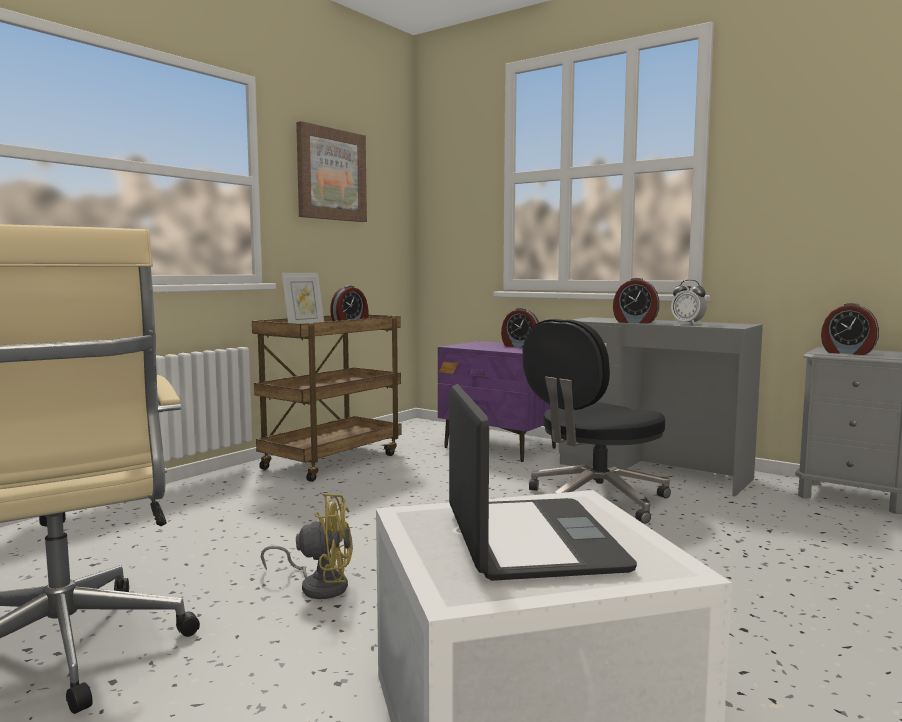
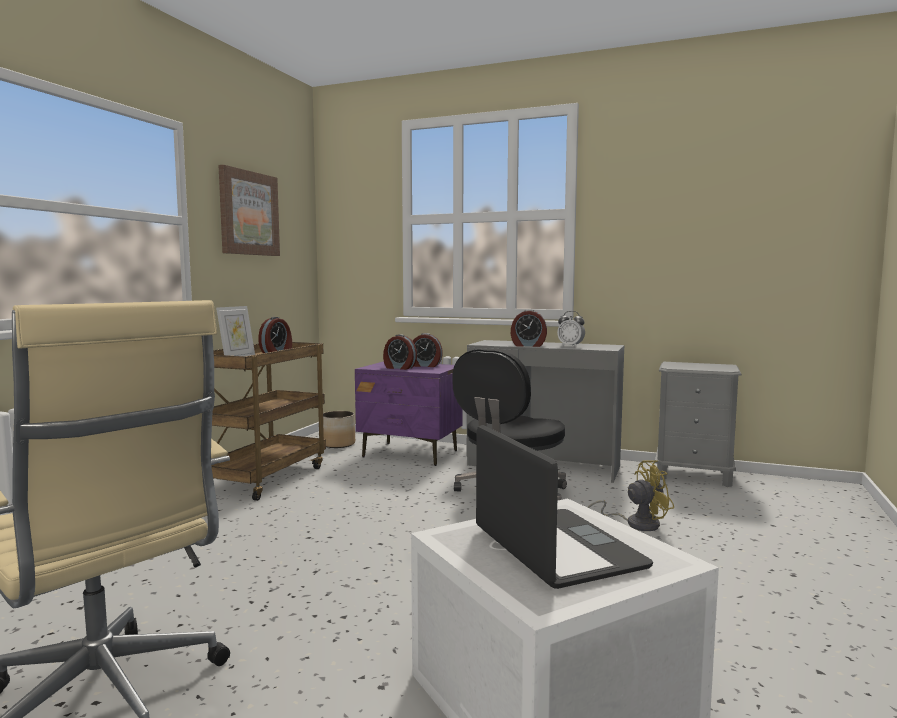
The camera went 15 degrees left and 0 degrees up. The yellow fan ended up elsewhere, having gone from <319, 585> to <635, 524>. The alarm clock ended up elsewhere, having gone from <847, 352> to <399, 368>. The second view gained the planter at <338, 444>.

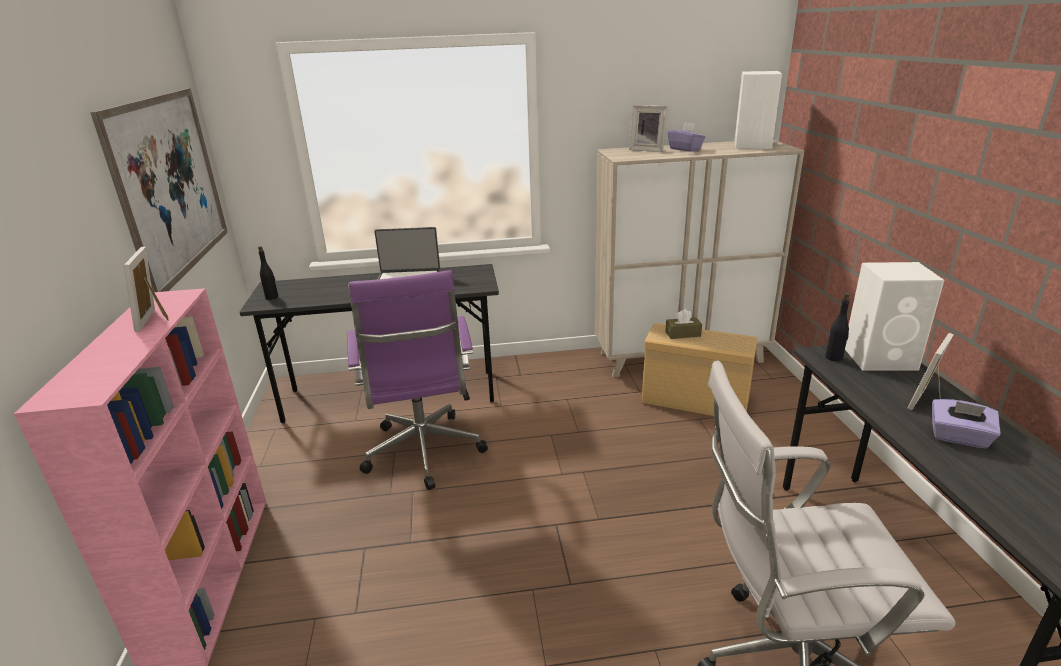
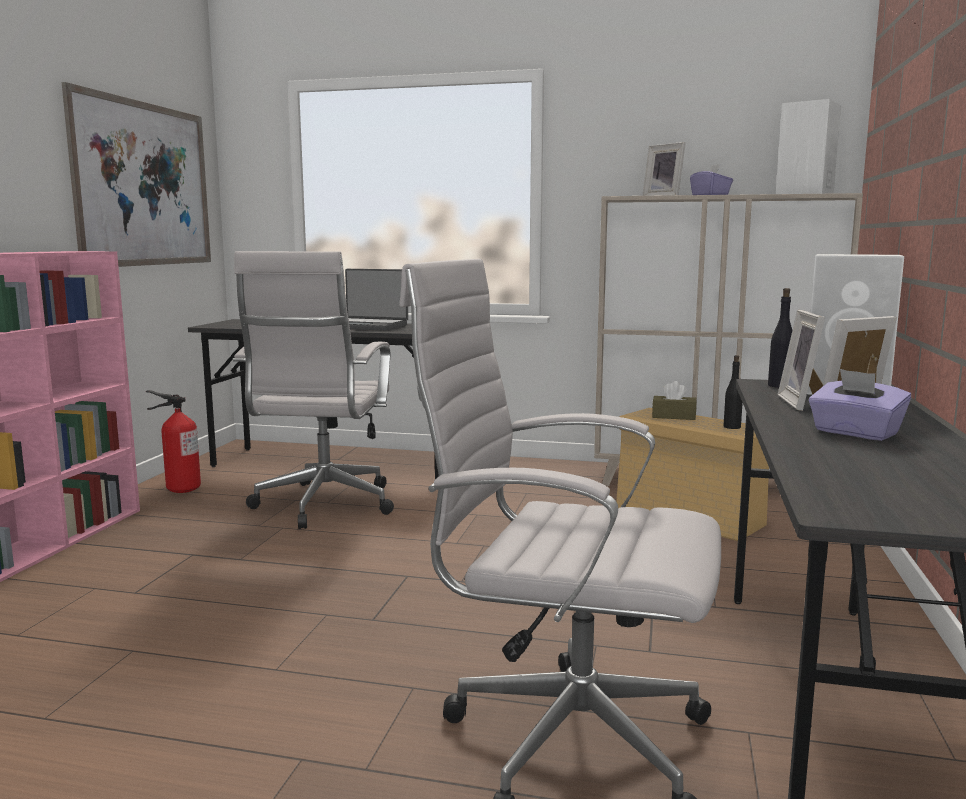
The camera went 20 degrees right and 15 degrees down. The picture frame ended up elsewhere, having gone from <156, 319> to <804, 403>. The black bottle ended up elsewhere, having gone from <272, 297> to <732, 427>. What was the purple office chair at <424, 454> turned into the white office chair at <323, 506>. The second view gained the fire extinguisher at <182, 489>.

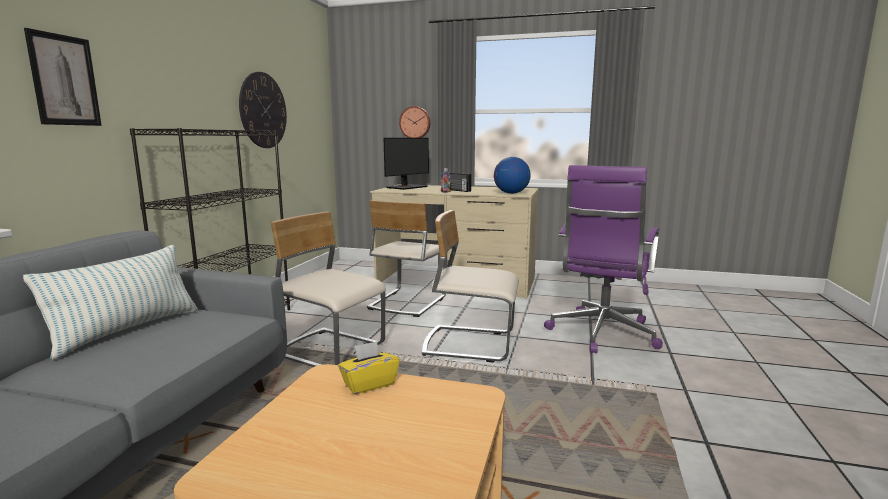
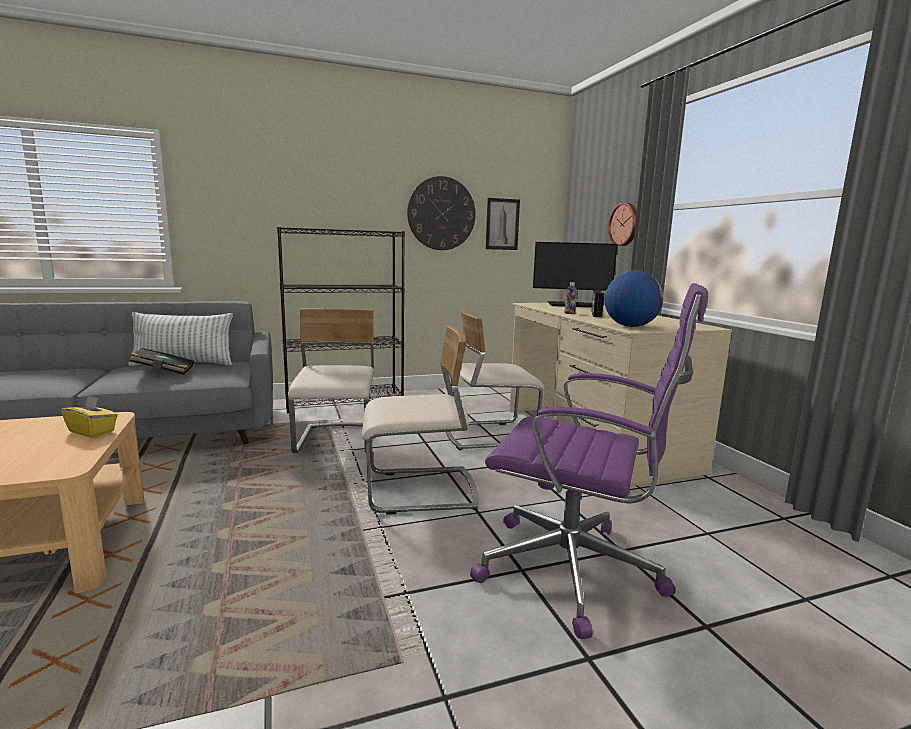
The camera went 55 degrees right and 0 degrees up. The picture ended up elsewhere, having gone from <64, 80> to <502, 224>. The beige chair at <469, 344> ended up facing another way, 105 degrees clockwise from before. The purple office chair at <601, 333> ended up facing another way, 150 degrees counterclockwise from before. The second view gained the black book at <164, 371>.

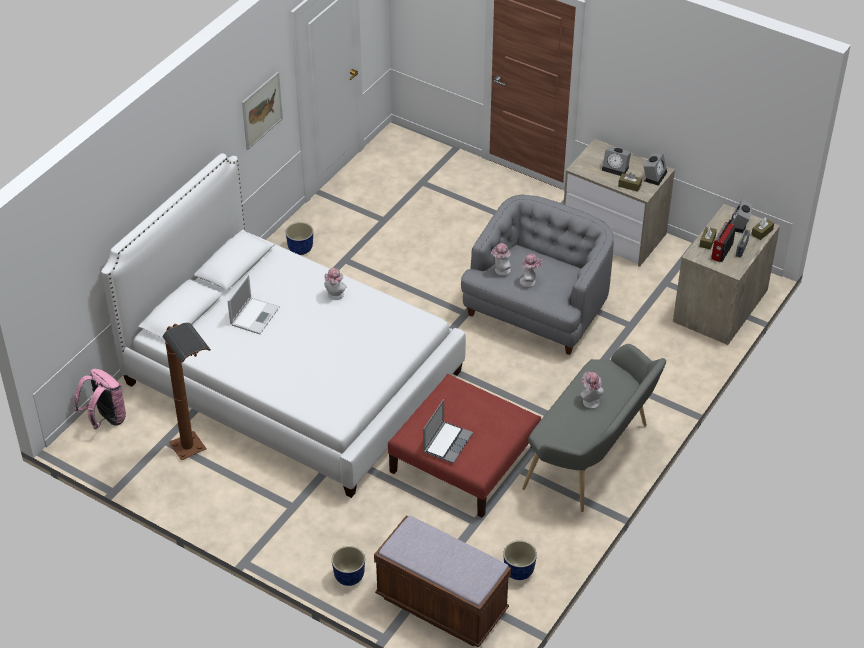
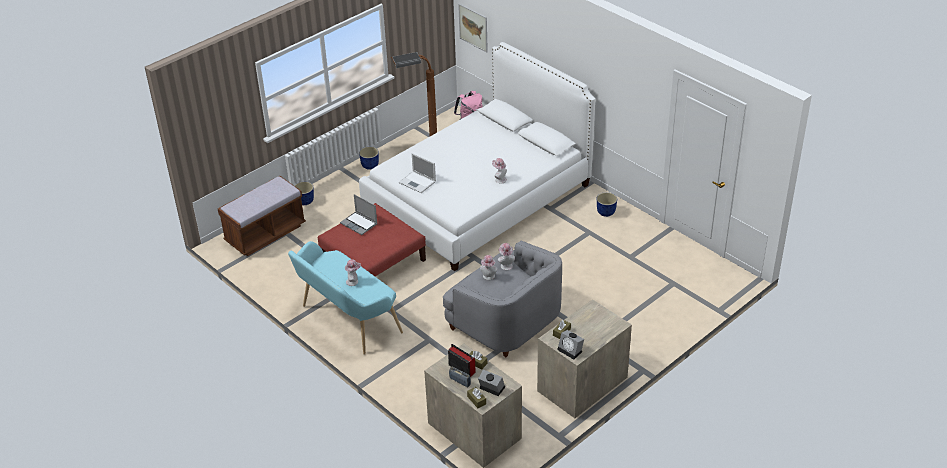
The camera went 105 degrees right and 5 degrees down. The laptop ended up elsewhere, having gone from <255, 315> to <418, 182>. The picture ended up elsewhere, having gone from <262, 110> to <473, 27>. The planter ended up elsewhere, having gone from <519, 571> to <370, 166>. What was the grey bench at <592, 458> turned into the turquoise bench at <347, 320>. The second view lost the alarm clock at <616, 168>.

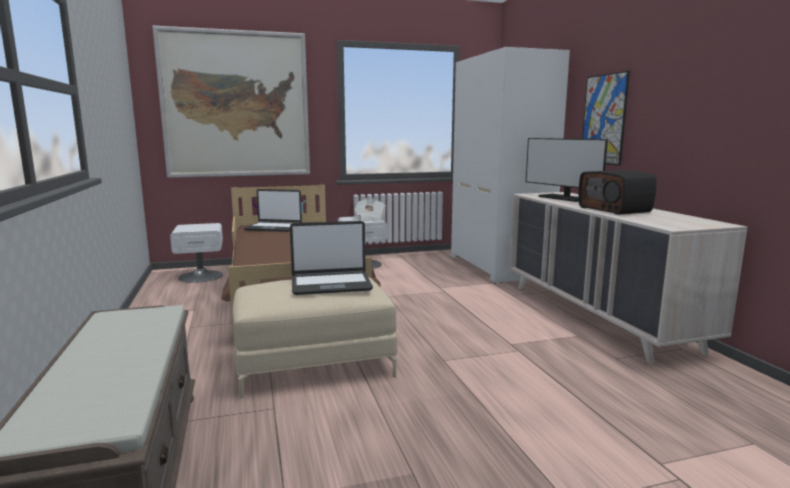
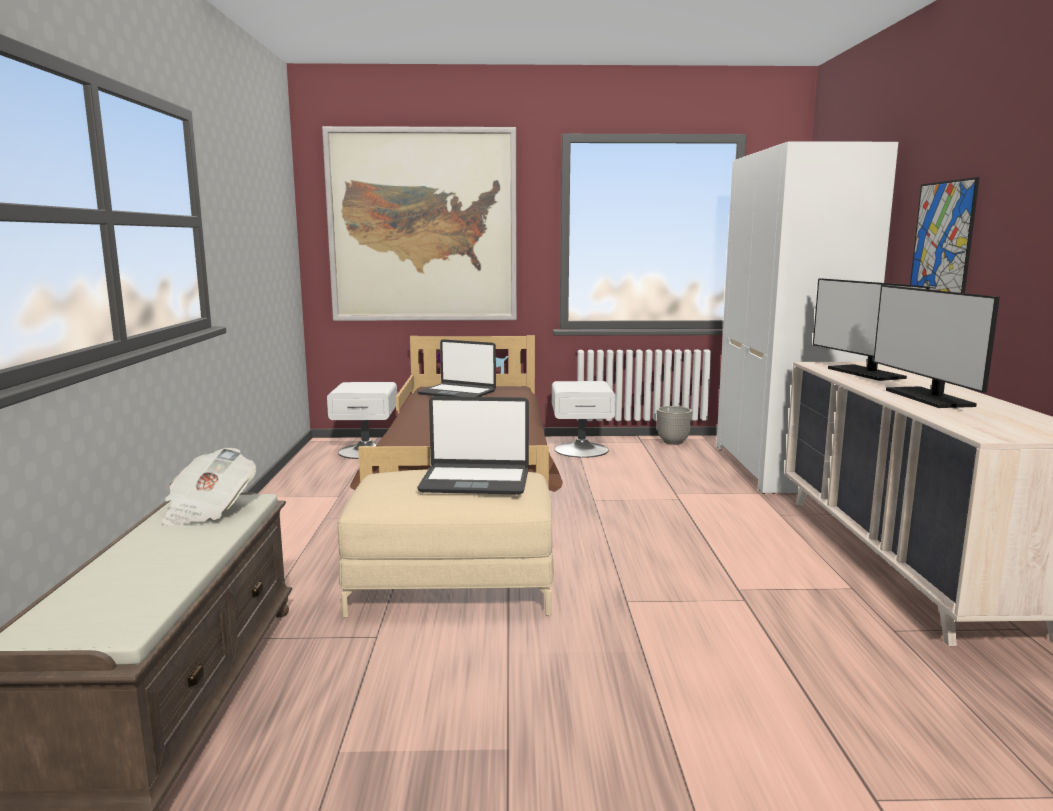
The camera went 15 degrees right and 0 degrees up. The newspaper ended up elsewhere, having gone from <369, 218> to <208, 510>. Where the radio stood at <615, 209>, the monitor came to stand at <928, 398>. The second view gained the planter at <673, 442>.

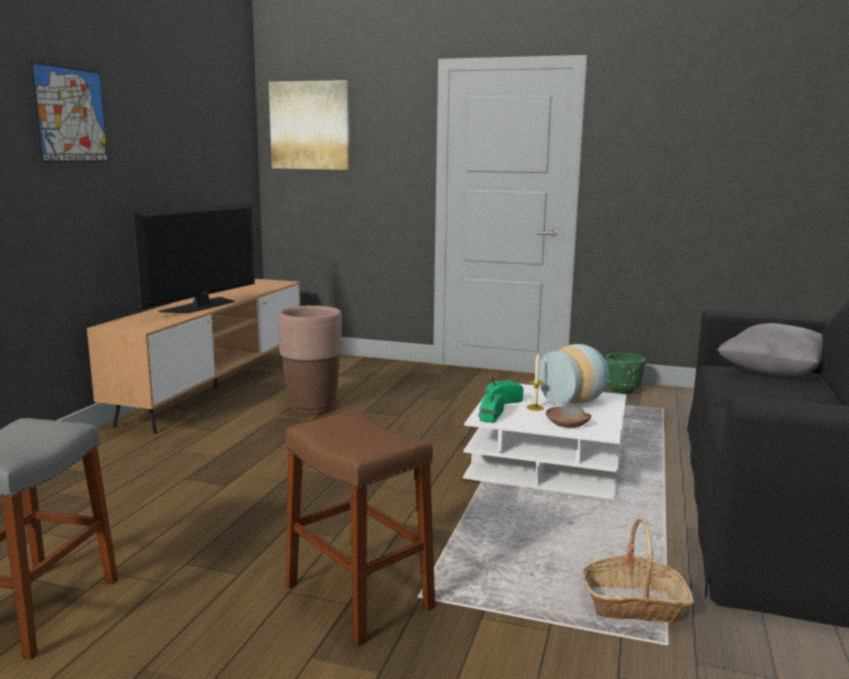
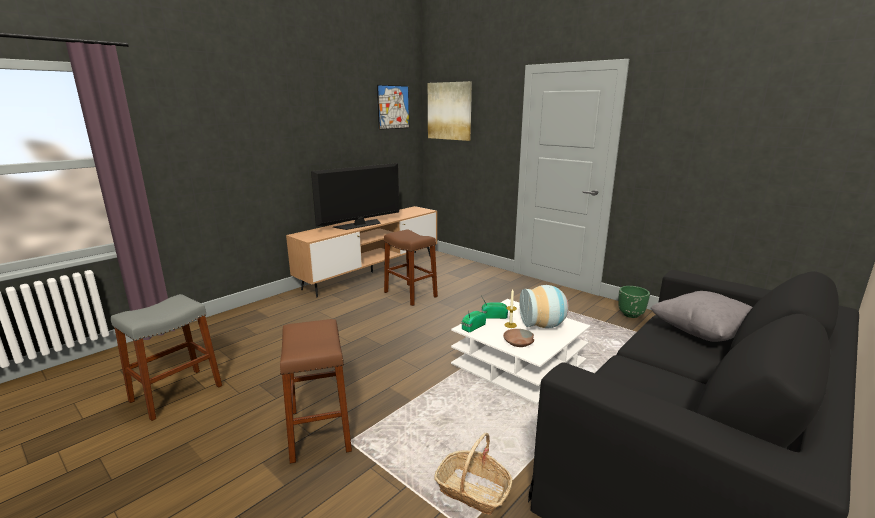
The camera went 25 degrees right and 5 degrees up. The picture ended up elsewhere, having gone from <70, 115> to <393, 107>. Where the brown planter stood at <311, 408>, the brown stool came to stand at <410, 294>.

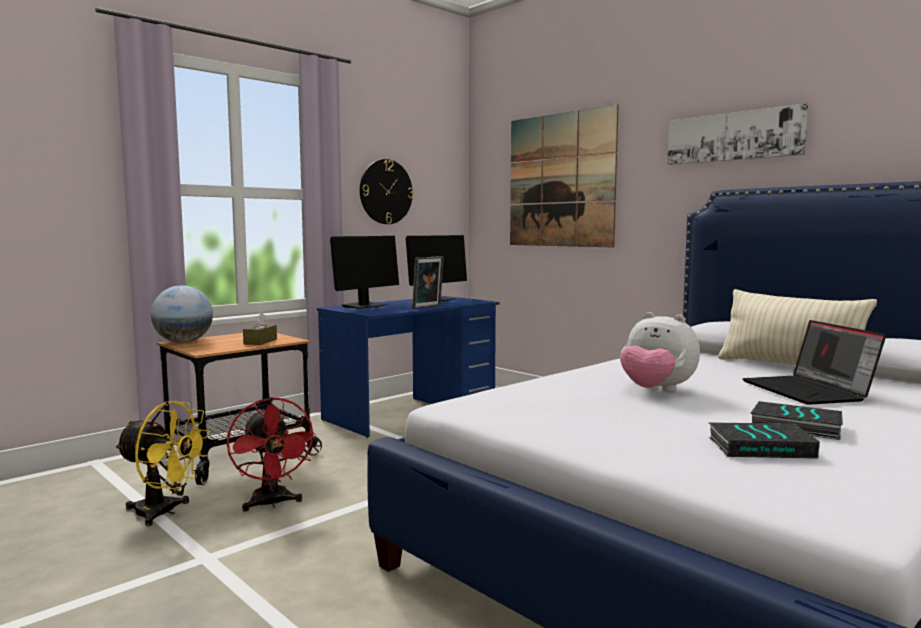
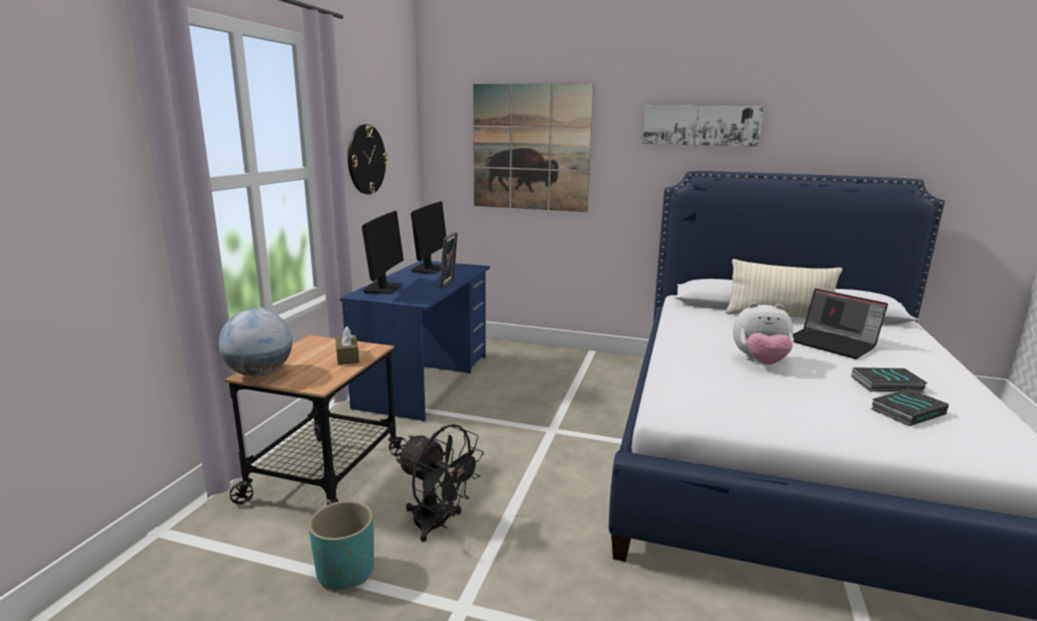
The camera went 30 degrees left and 10 degrees up. Where the yellow fan stood at <164, 513>, the turquoise planter came to stand at <345, 571>. What was the red fan at <272, 503> turned into the black fan at <438, 524>.

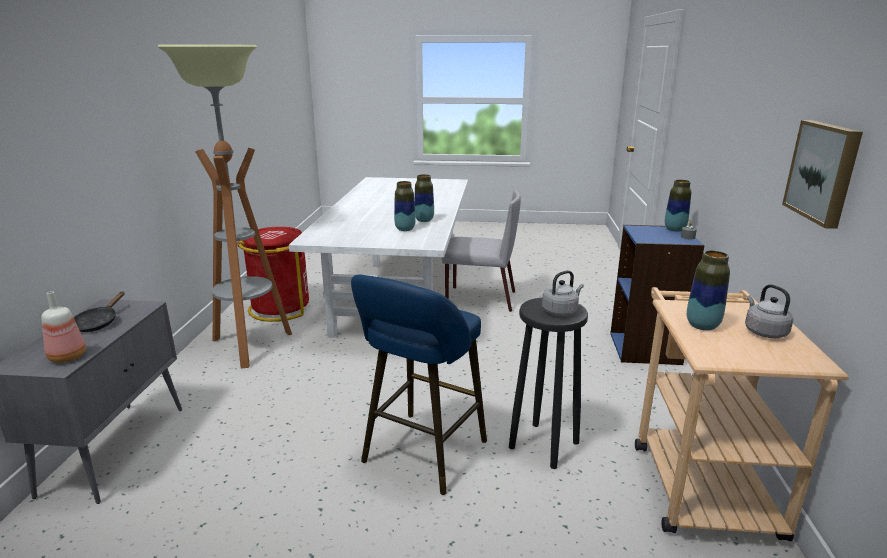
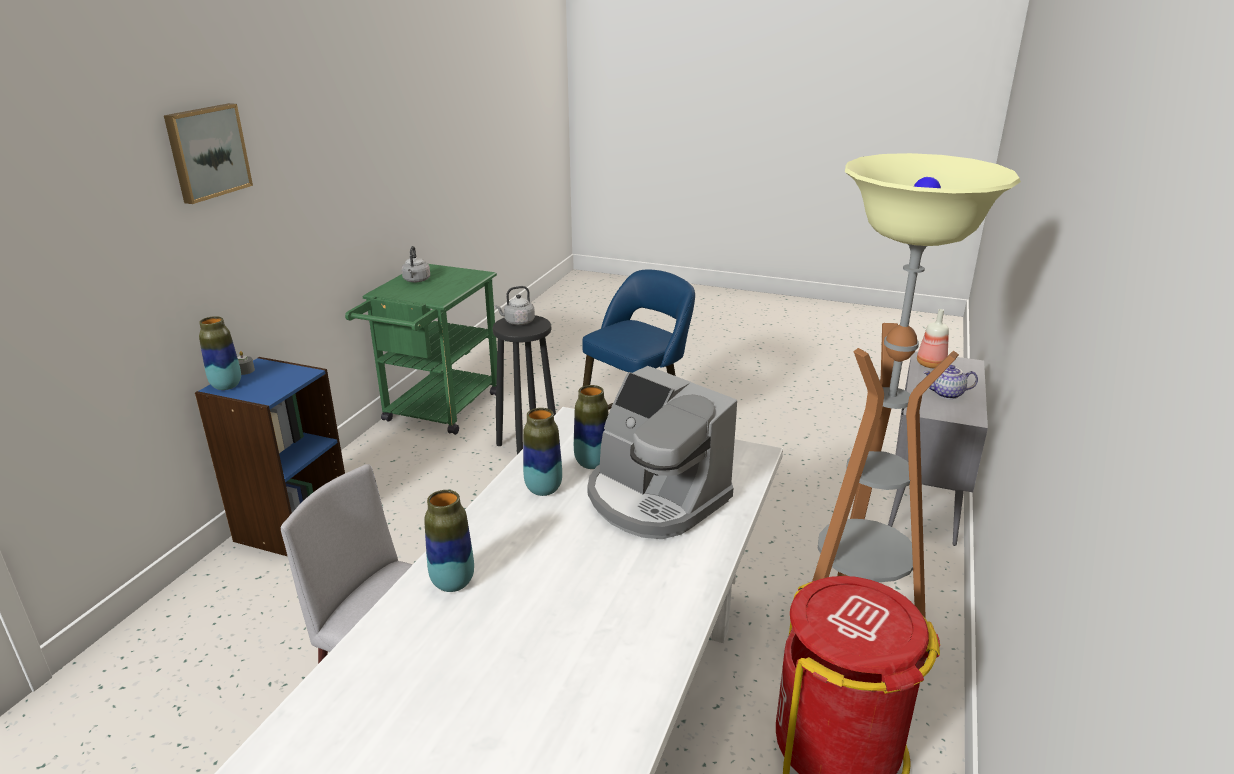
The camera went 165 degrees left and 5 degrees up. Where the black frying pan stood at <98, 323>, the teapot came to stand at <947, 394>. What was the beige cart at <699, 479> turned into the green cart at <437, 412>. The vase ended up elsewhere, having gone from <702, 326> to <453, 583>. The picture ended up elsewhere, having gone from <824, 172> to <207, 152>. The second view gained the coffee machine at <654, 498>.

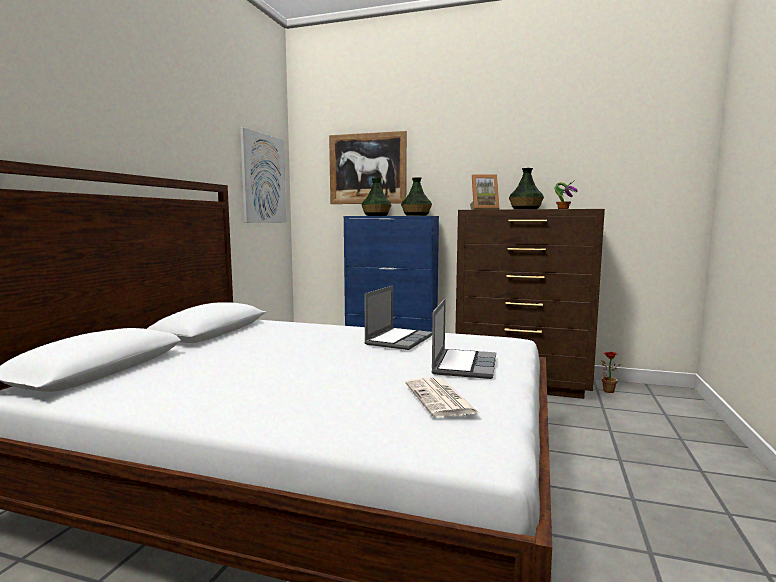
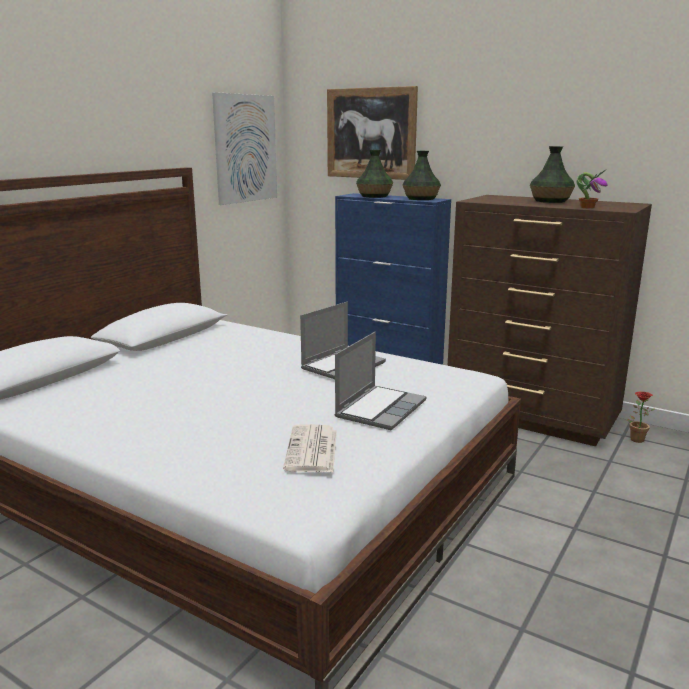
The camera went 15 degrees right and 10 degrees up. The second view lost the picture frame at <483, 209>.

